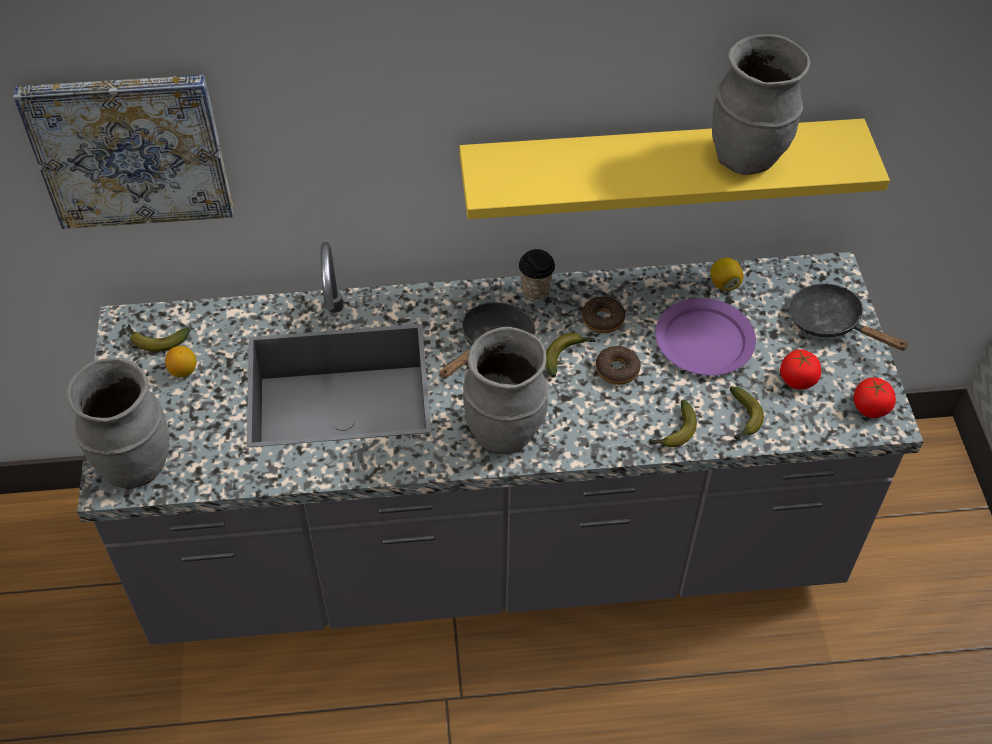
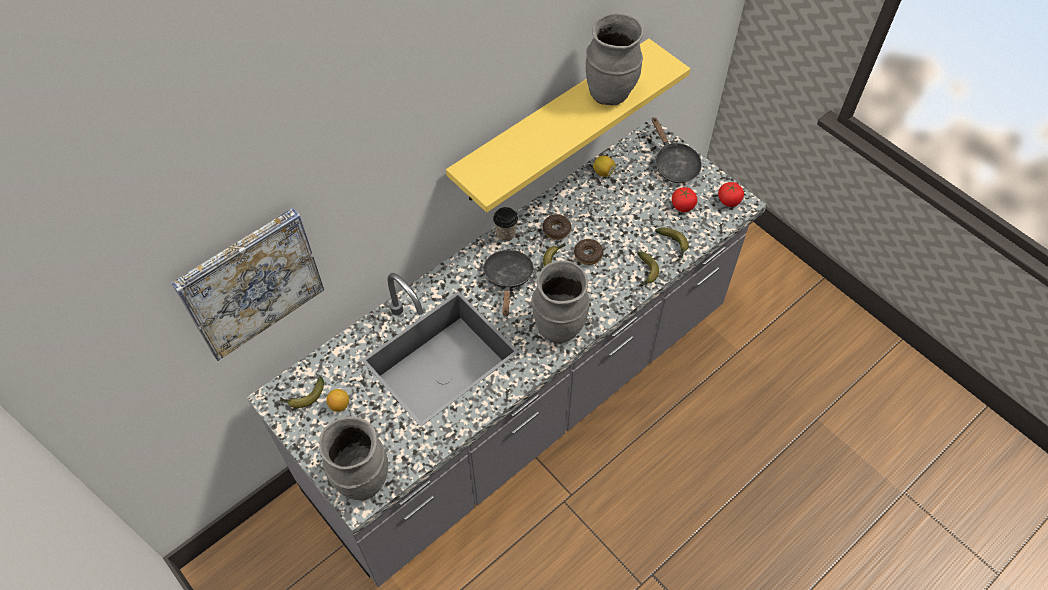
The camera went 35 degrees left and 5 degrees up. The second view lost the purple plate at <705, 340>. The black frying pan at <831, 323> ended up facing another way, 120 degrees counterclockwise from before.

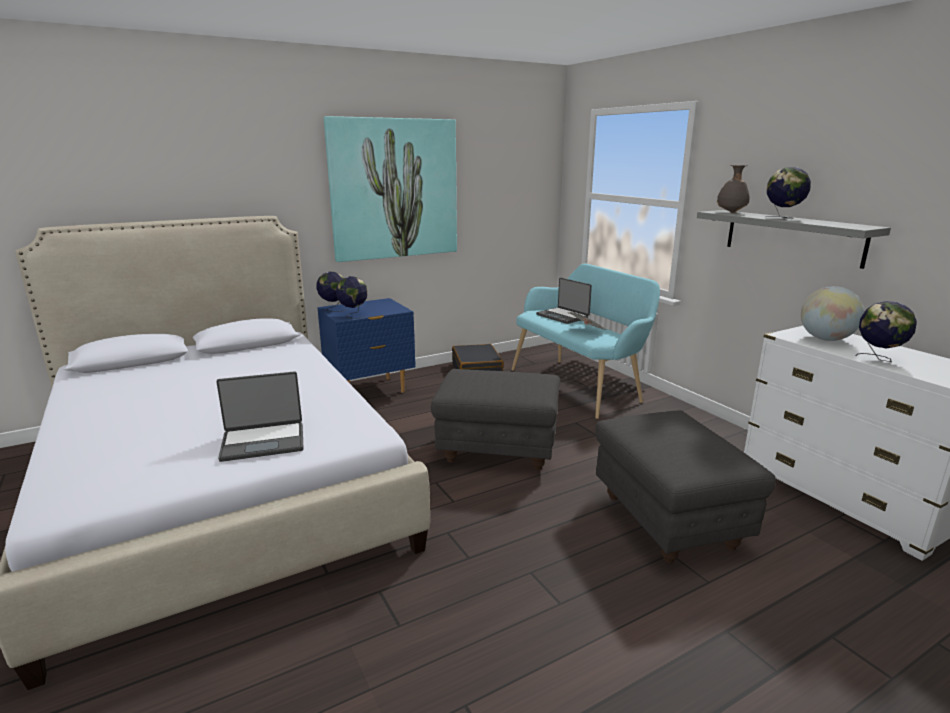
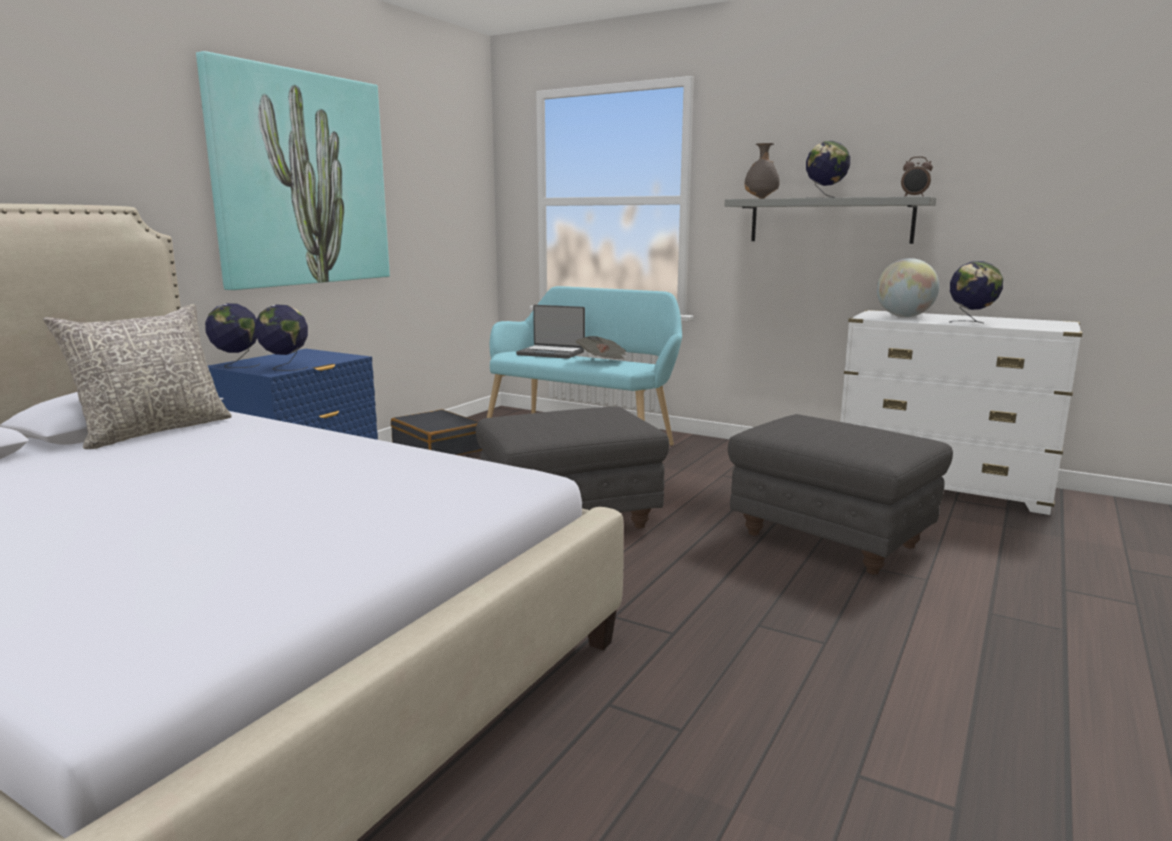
The camera went 30 degrees left and 5 degrees down. The second view lost the laptop at <263, 442>. The second view gained the grey pillow at <153, 431>. The second view gained the alarm clock at <914, 196>.

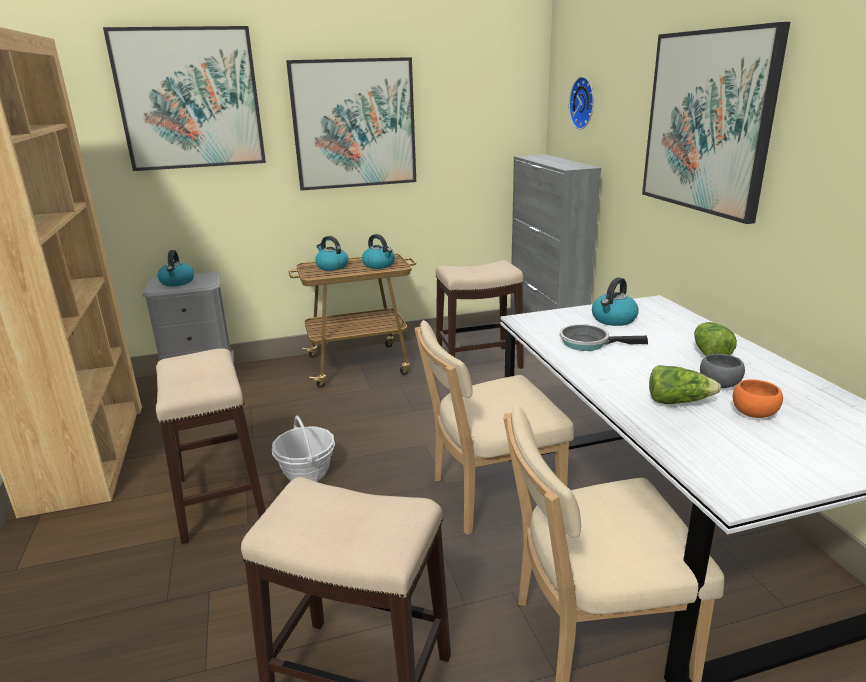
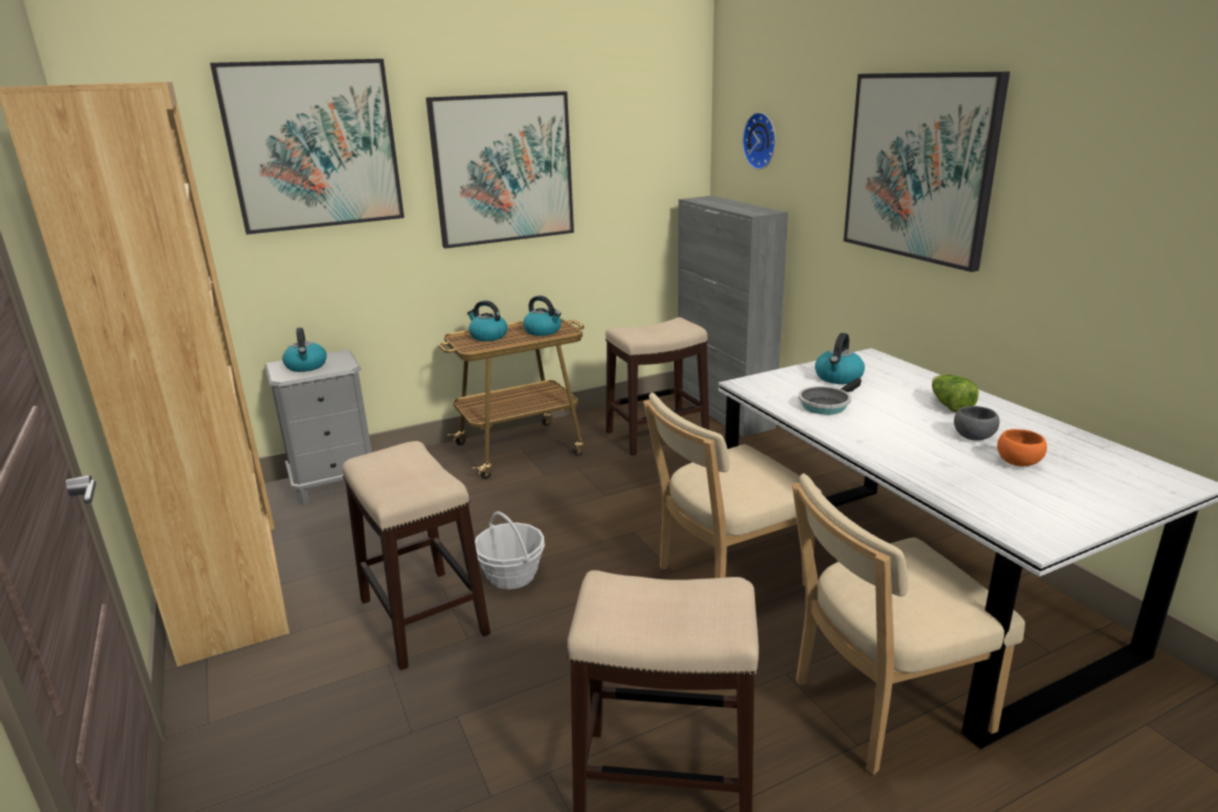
The camera went 10 degrees left and 0 degrees up. The frying pan at <588, 343> ended up facing another way, 45 degrees counterclockwise from before. The second view lost the lettuce at <678, 401>.

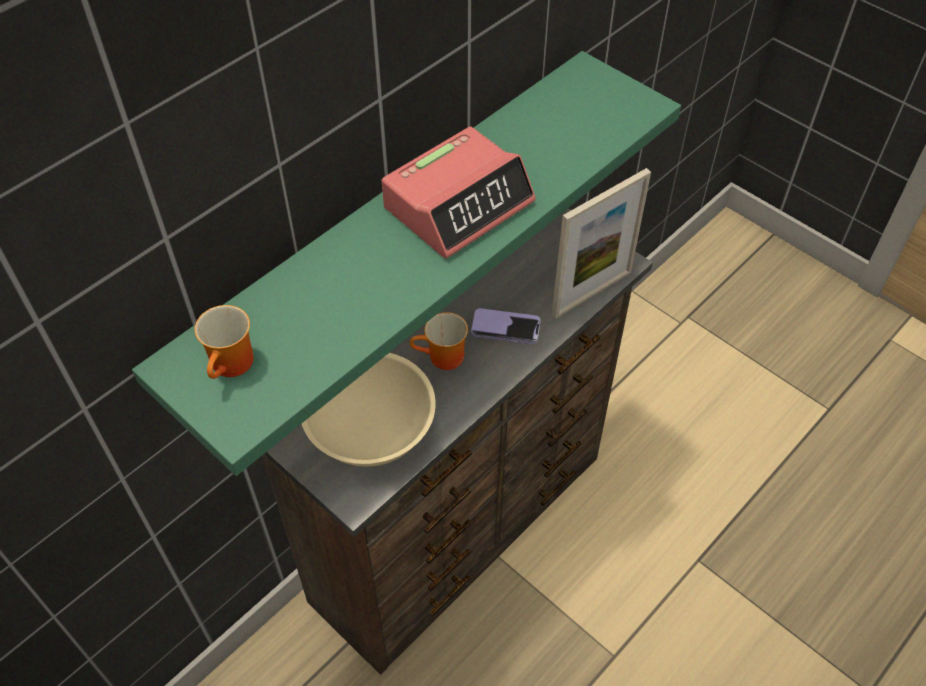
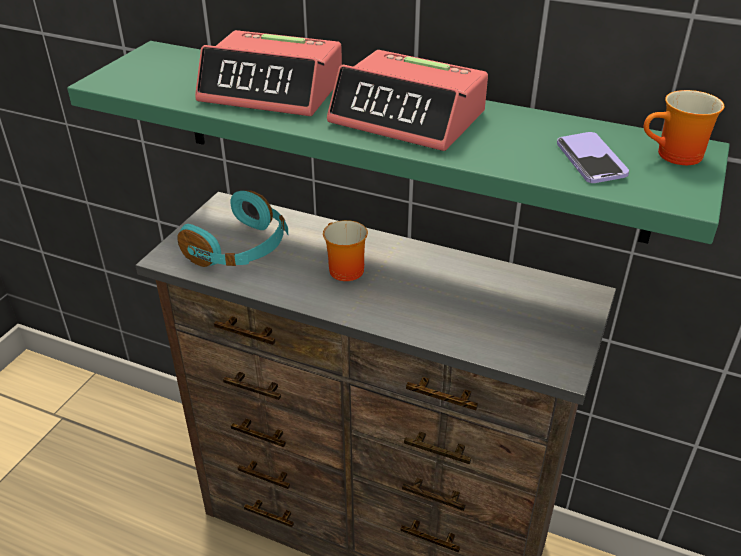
The camera went 70 degrees right and 15 degrees down. The mug ended up elsewhere, having gone from <234, 365> to <676, 157>. Where the beige bowl stood at <372, 431>, the turquoise headphones came to stand at <241, 249>. The phone ended up elsewhere, having gone from <505, 328> to <590, 160>. The second view lost the picture frame at <592, 293>. The second view gained the alarm clock at <273, 91>.

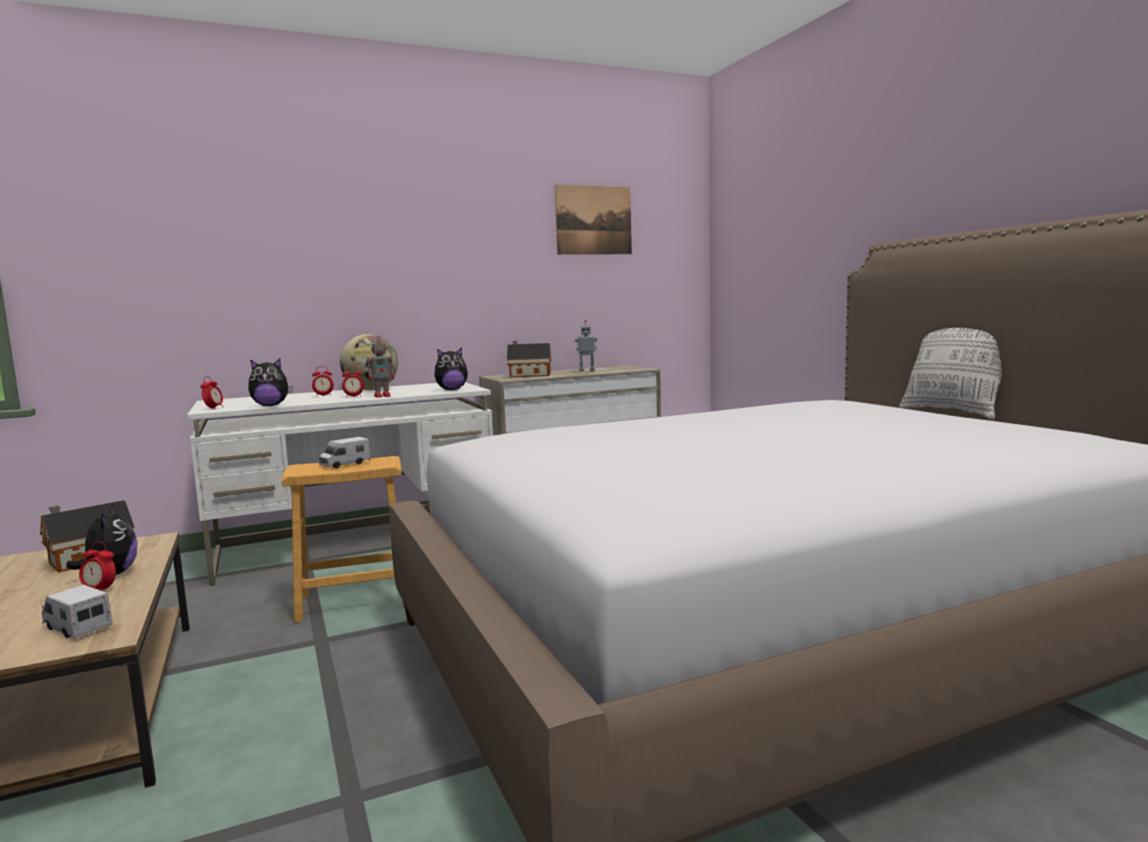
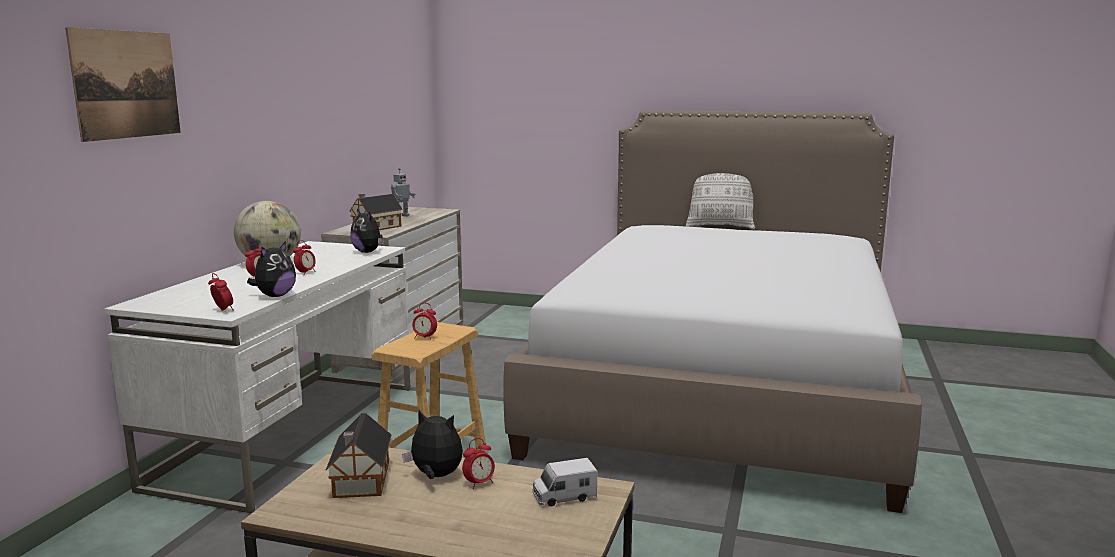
The camera went 50 degrees left and 5 degrees up. Where the toy truck stood at <344, 464>, the alarm clock came to stand at <424, 337>. The second view lost the toy robot at <383, 396>. The plush toy at <451, 390> ended up facing another way, 120 degrees clockwise from before. The picture ended up elsewhere, having gone from <593, 220> to <126, 84>.

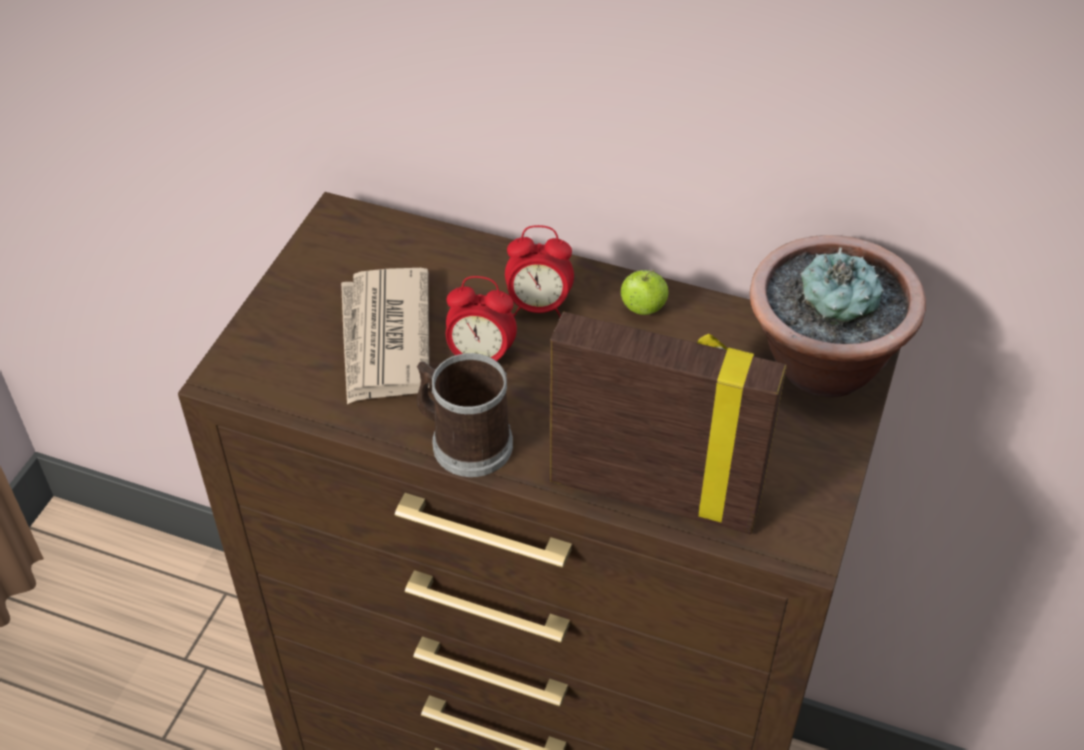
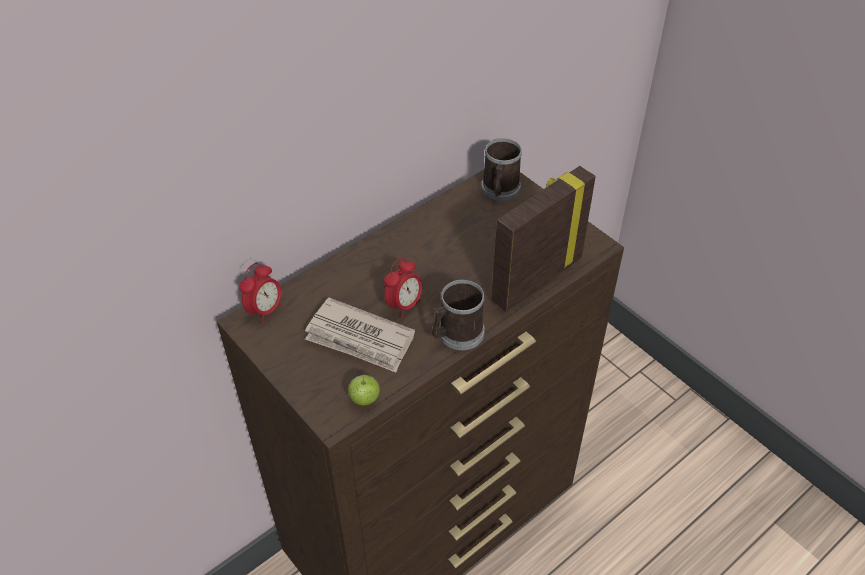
The camera went 60 degrees left and 0 degrees up. The alarm clock ended up elsewhere, having gone from <538, 307> to <265, 310>. The apple ended up elsewhere, having gone from <643, 309> to <364, 399>. Where the potted plant stood at <821, 366>, the mug came to stand at <500, 190>.

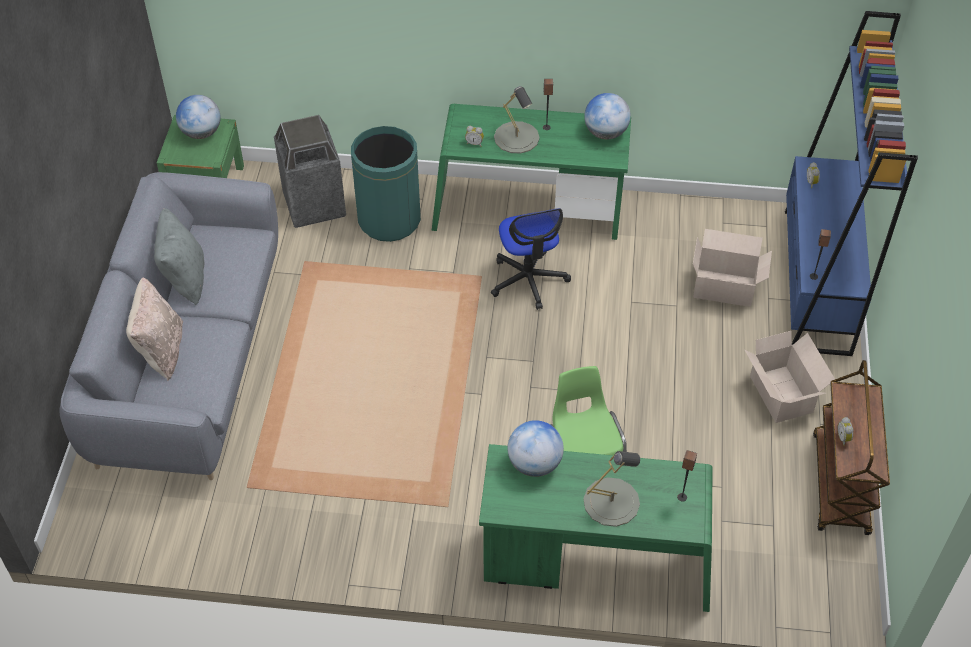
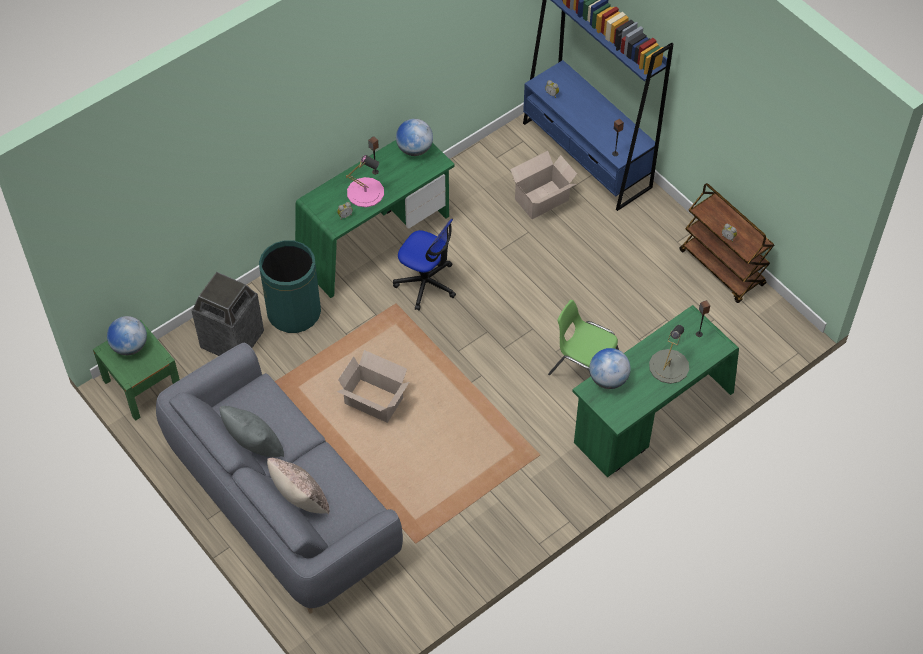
The camera went 45 degrees left and 5 degrees up. What was the grey table lamp at <516, 137> turned into the pink table lamp at <365, 192>. The cardboard box ended up elsewhere, having gone from <781, 396> to <375, 402>.

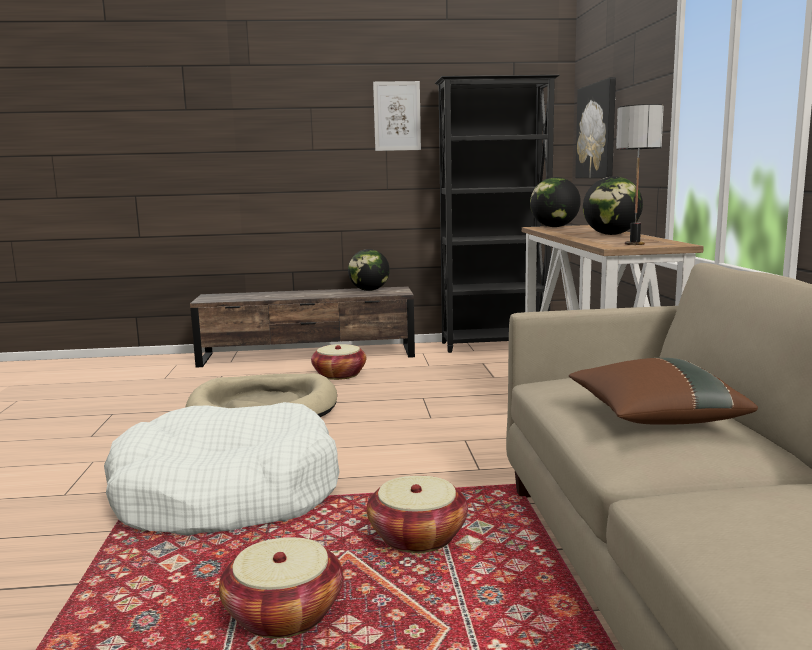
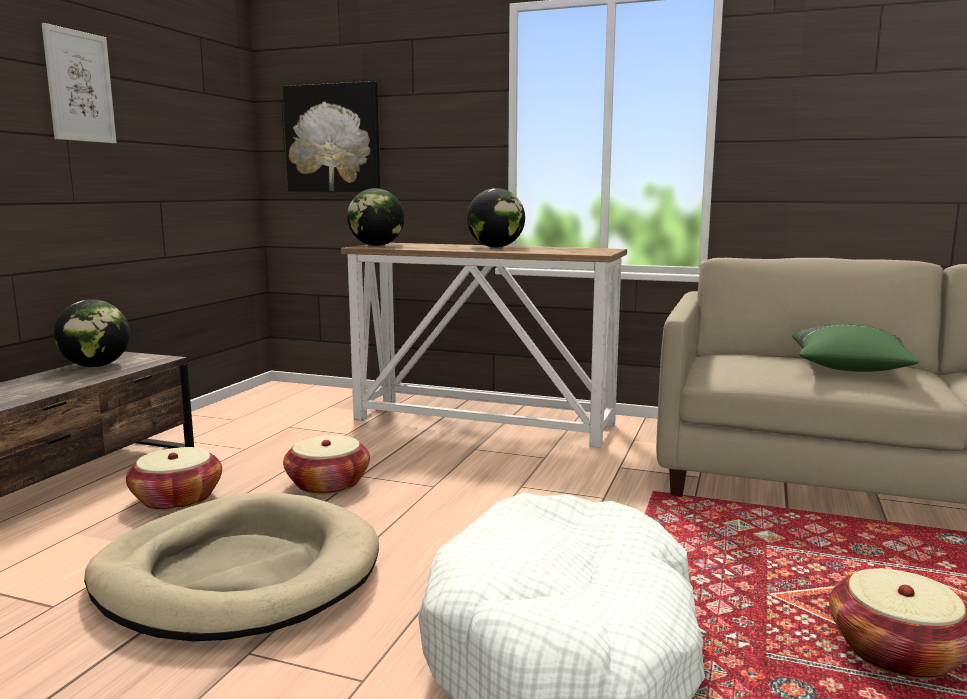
The camera went 65 degrees left and 0 degrees up. The basket ended up elsewhere, having gone from <418, 537> to <328, 484>. The second view lost the black bookcase at <495, 345>. What was the brown pillow at <653, 417> turned into the green pillow at <849, 369>. The second view lost the table lamp at <634, 244>.

